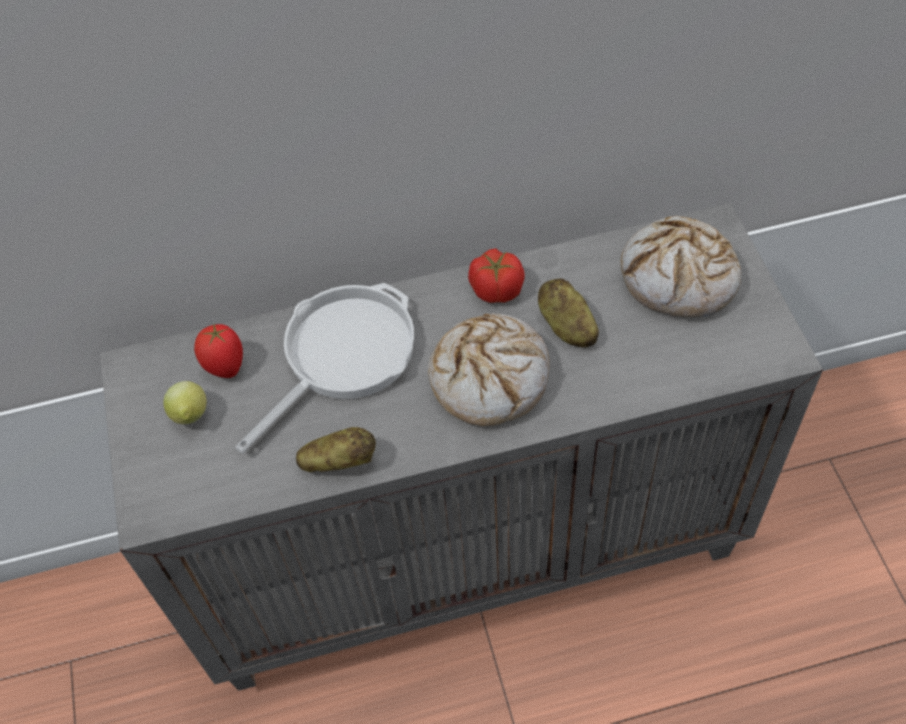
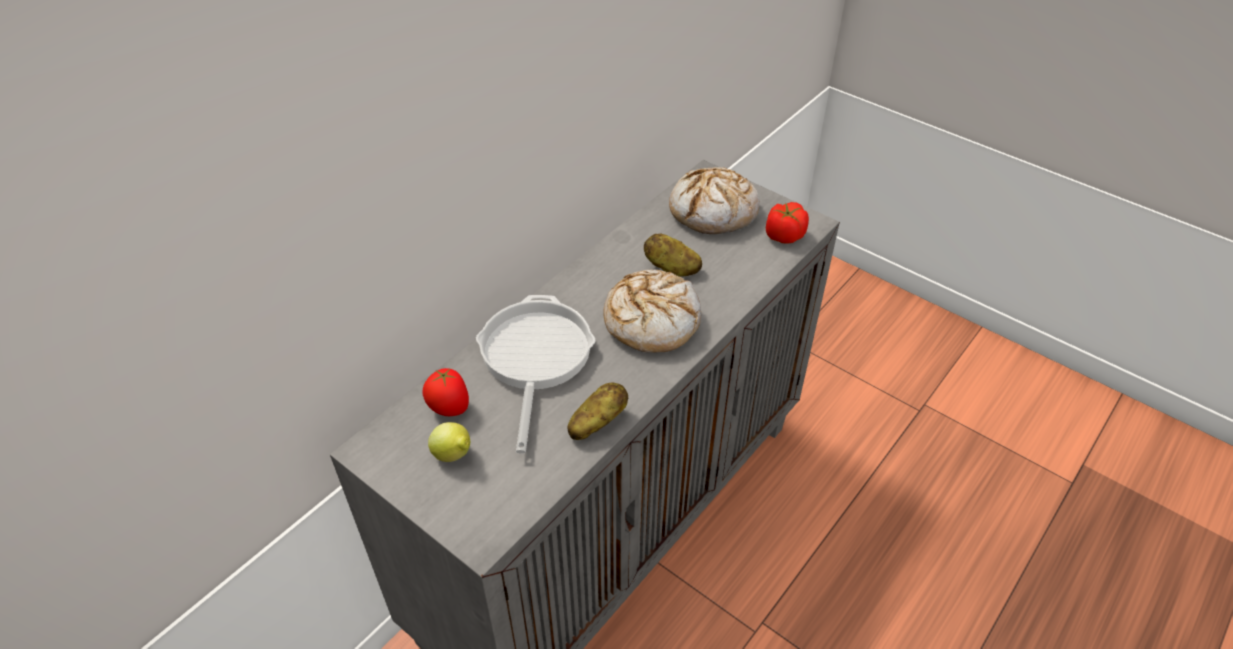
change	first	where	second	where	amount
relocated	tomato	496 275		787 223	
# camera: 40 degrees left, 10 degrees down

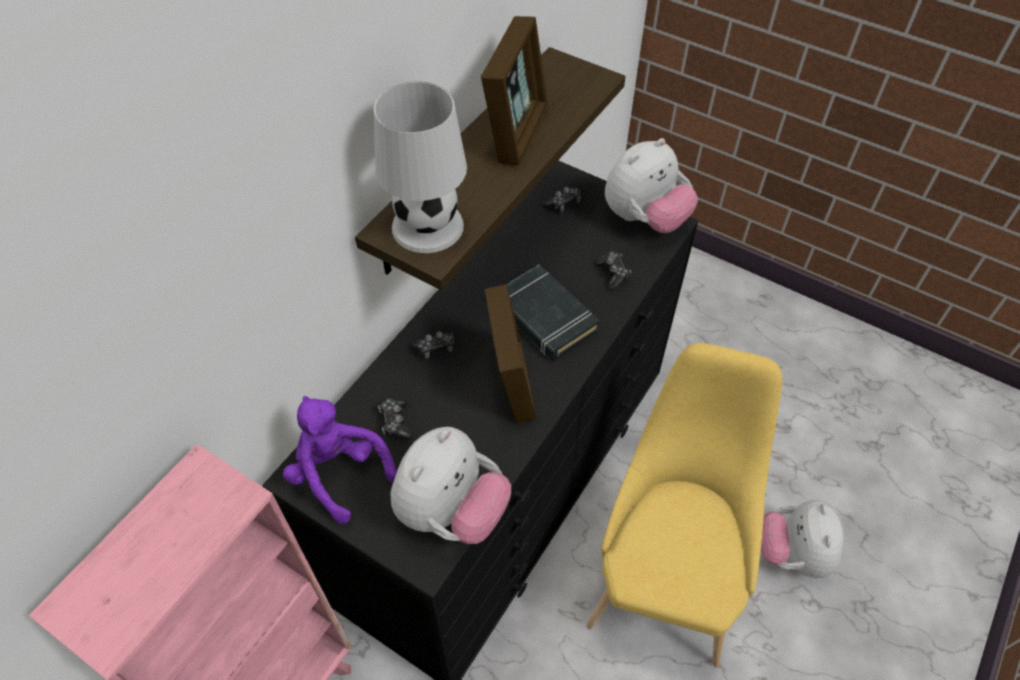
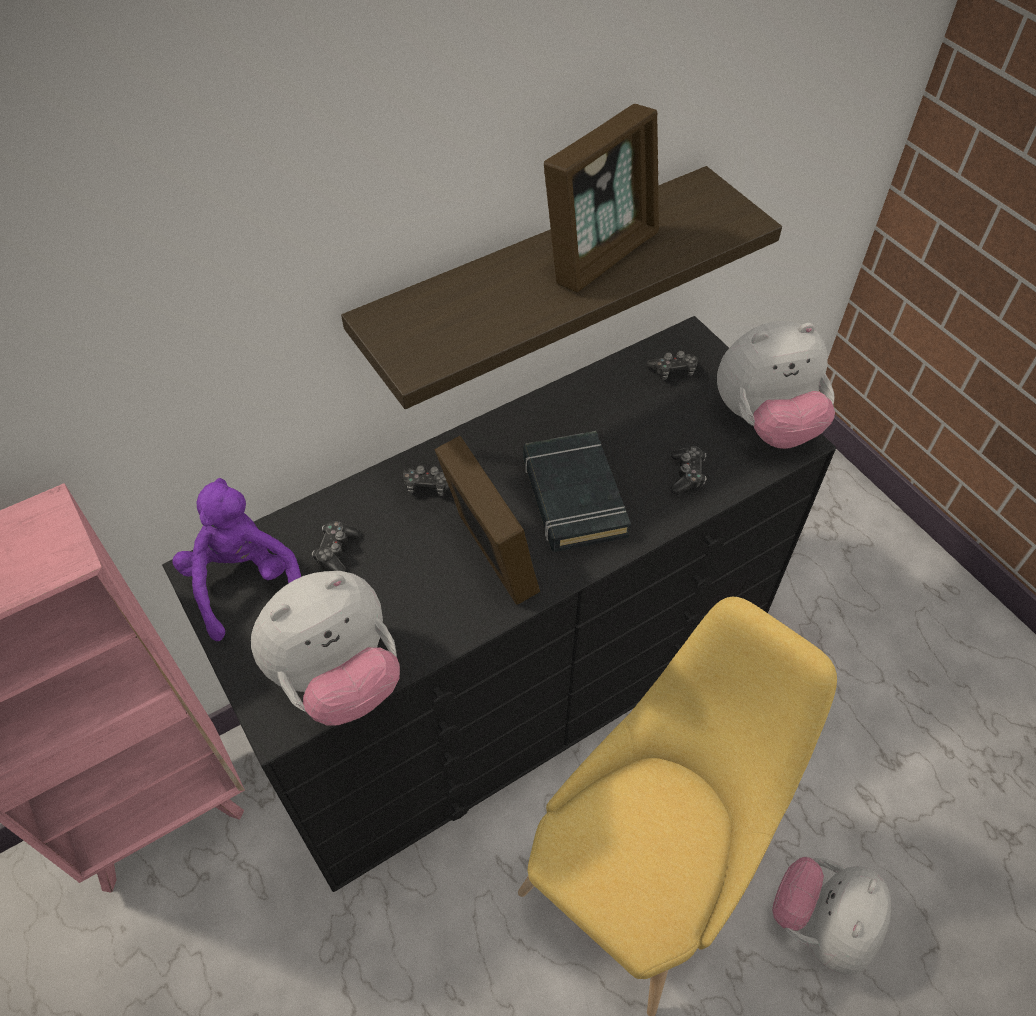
change	first	where	second	where	amount
missing	table lamp/white	420 167			
spun	picture frame	510 353		487 520	45 degrees counterclockwise
# camera: 25 degrees right, 0 degrees up

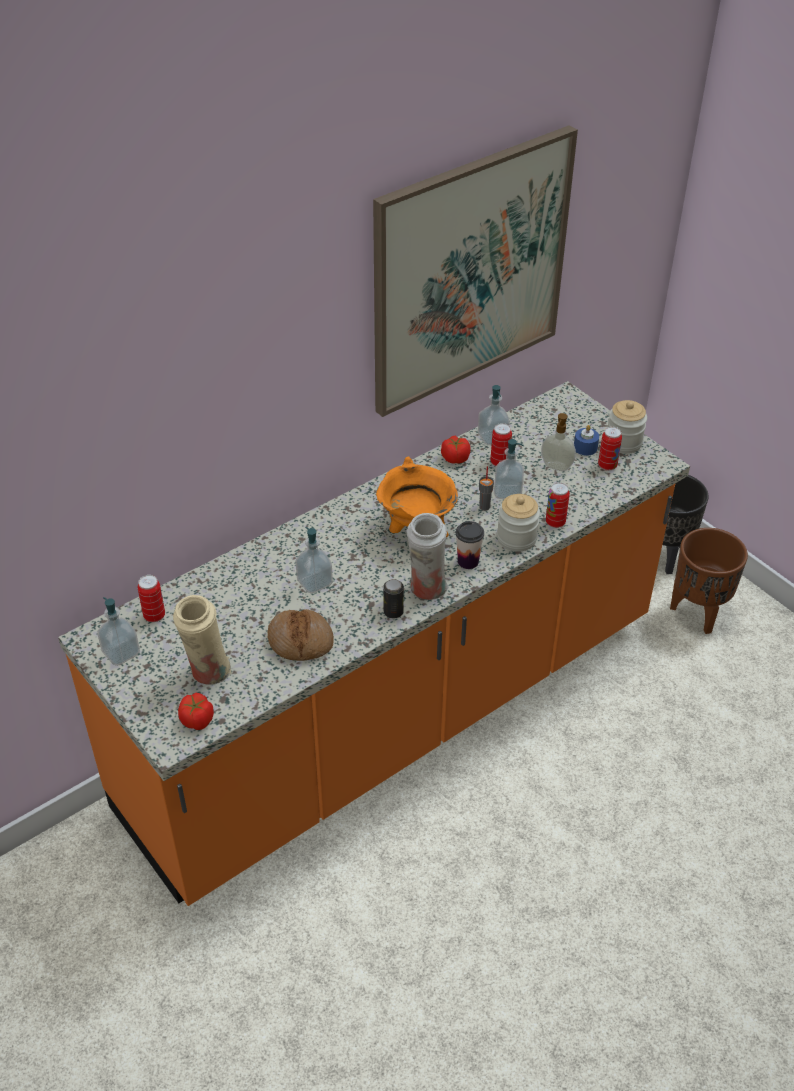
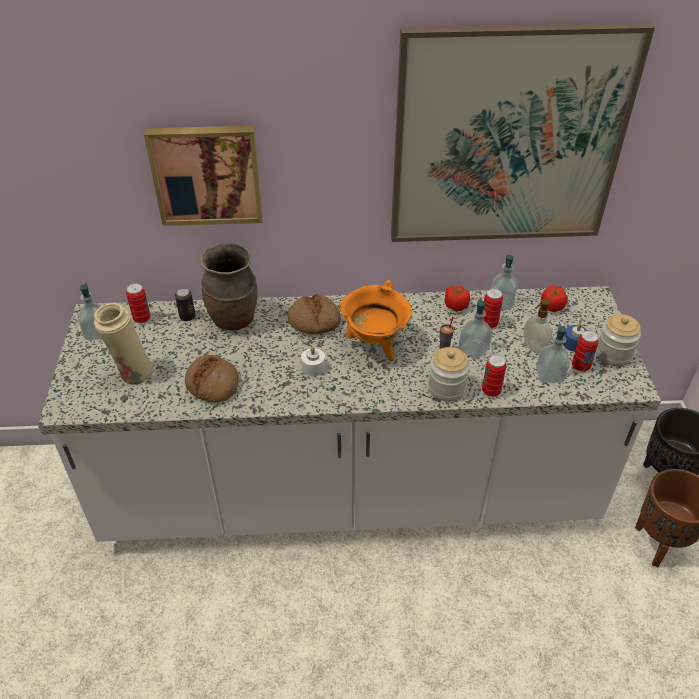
change	first	where	second	where	amount
colour	counter/orange	374 643	counter/white	349 414	
relocated	tomato	196 711		554 298	
relocated	soap dispenser	314 560		553 353	
relocated	can	393 598		185 304	
missing	vase/white	428 556			
missing	cup	470 545			
appeared			picture	203 176	
appeared			vase/brown	228 287	
appeared			bread	314 314	
appeared			candle/white	313 361	
# camera: 35 degrees right, 0 degrees up

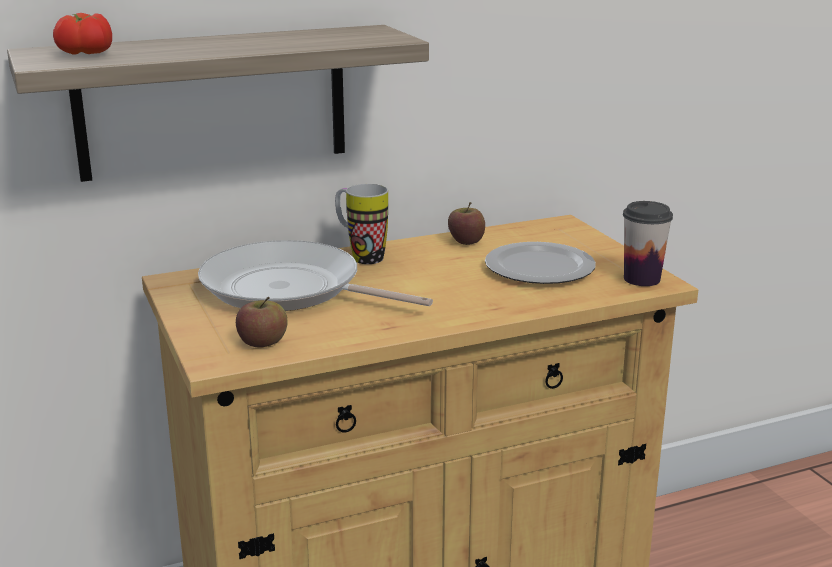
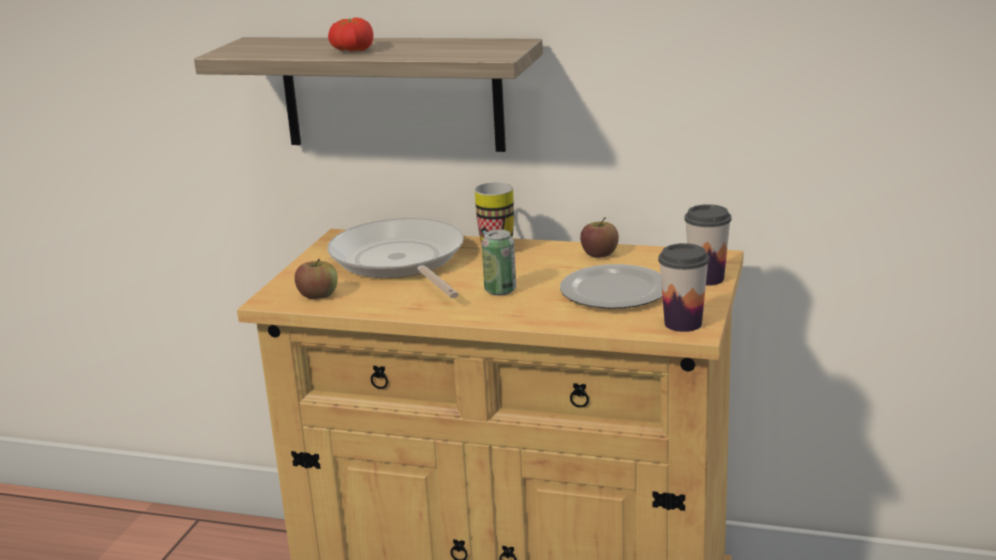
change	first	where	second	where	amount
relocated	tomato	82 33		350 34	
appeared			can	499 262	
appeared			cup	708 245	
# camera: 40 degrees right, 0 degrees up

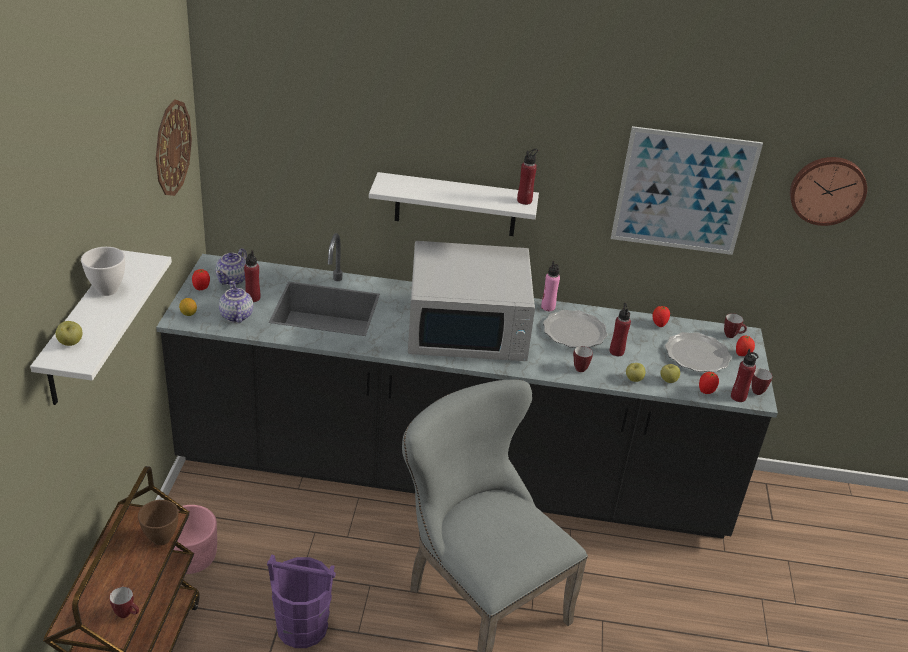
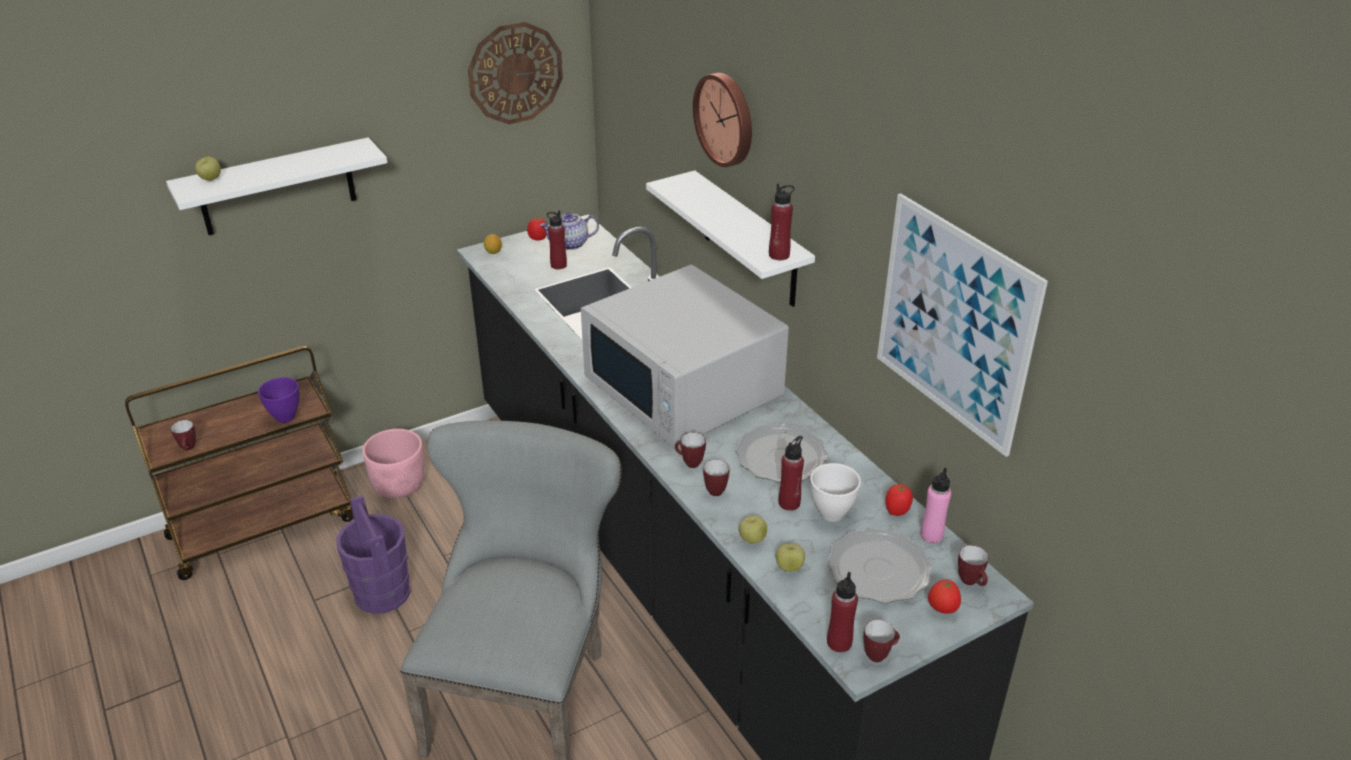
change	first	where	second	where	amount
relocated	bowl/white	103 271		835 492	
colour	bowl/brown	158 523	bowl/purple	278 400	
missing	teapot	236 302			
relocated	bottle/pink	550 286		936 505	
missing	tomato	709 383			
relocated	wall clock	828 191		722 120	
appeared			mug	690 450	
# camera: 55 degrees right, 0 degrees up

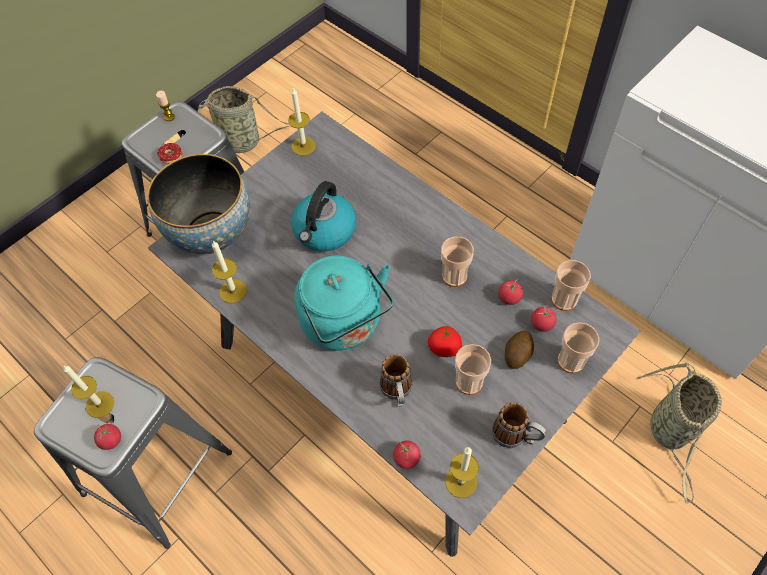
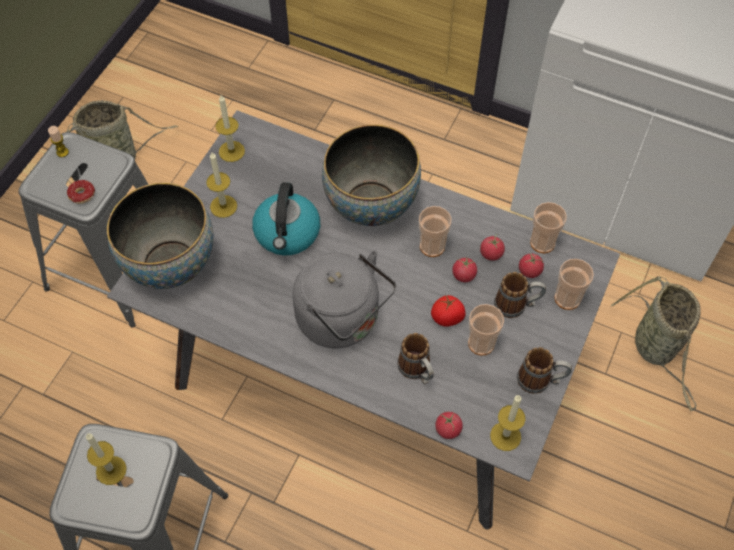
change	first	where	second	where	amount
relocated	tomato	107 437		464 269	
relocated	candle	229 271		221 185	
colour	kettle/turquoise	344 303	kettle/grey	344 299	
exchanged	potato	519 350	mug	520 295	
appeared			bowl	371 175	
# camera: 20 degrees left, 0 degrees up

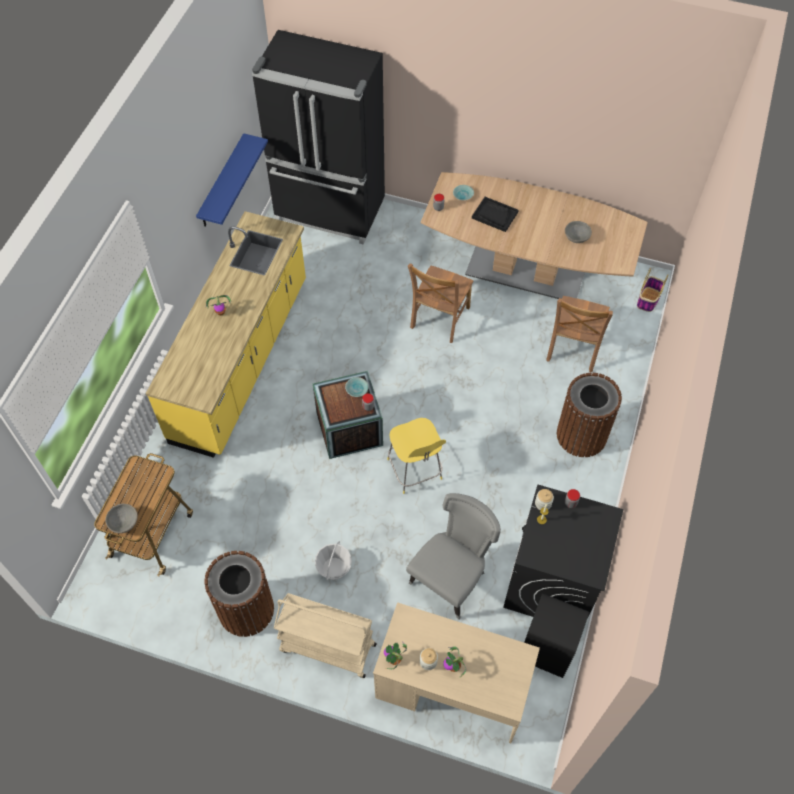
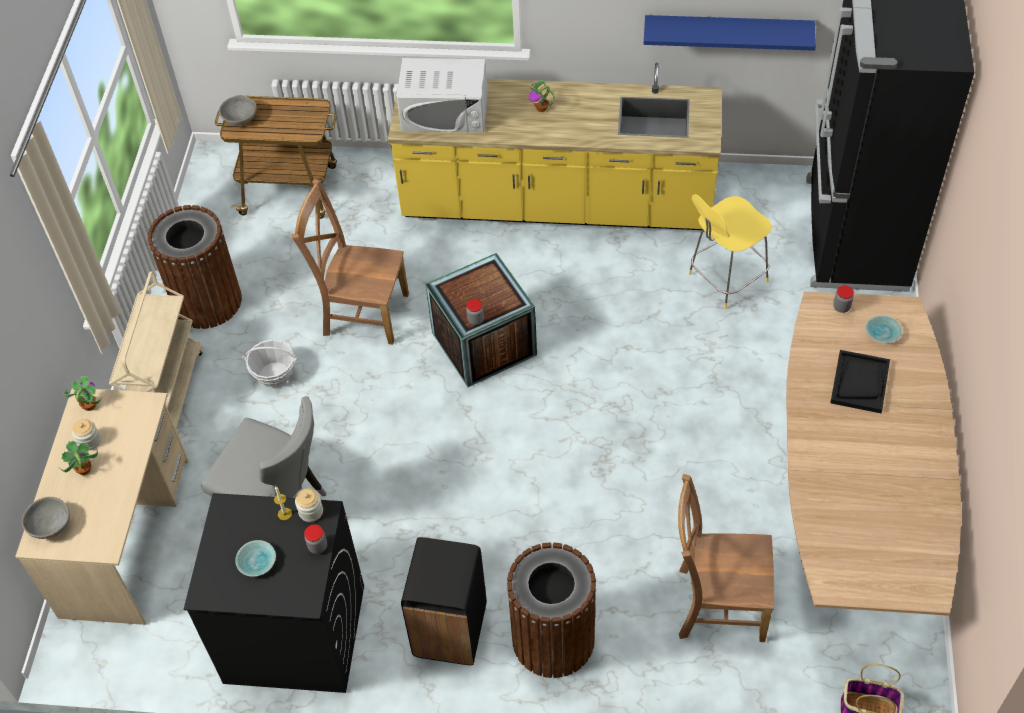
change	first	where	second	where	amount
relocated	bowl/turquoise	356 387		255 558	
relocated	stool/yellow	416 456		730 251	
relocated	chair/brown	441 303		350 262	
relocated	trash can/black	556 635		444 601	
relocated	bowl/grey	578 232		46 518	
appeared			microwave/white	442 95	
# camera: 80 degrees right, 5 degrees down

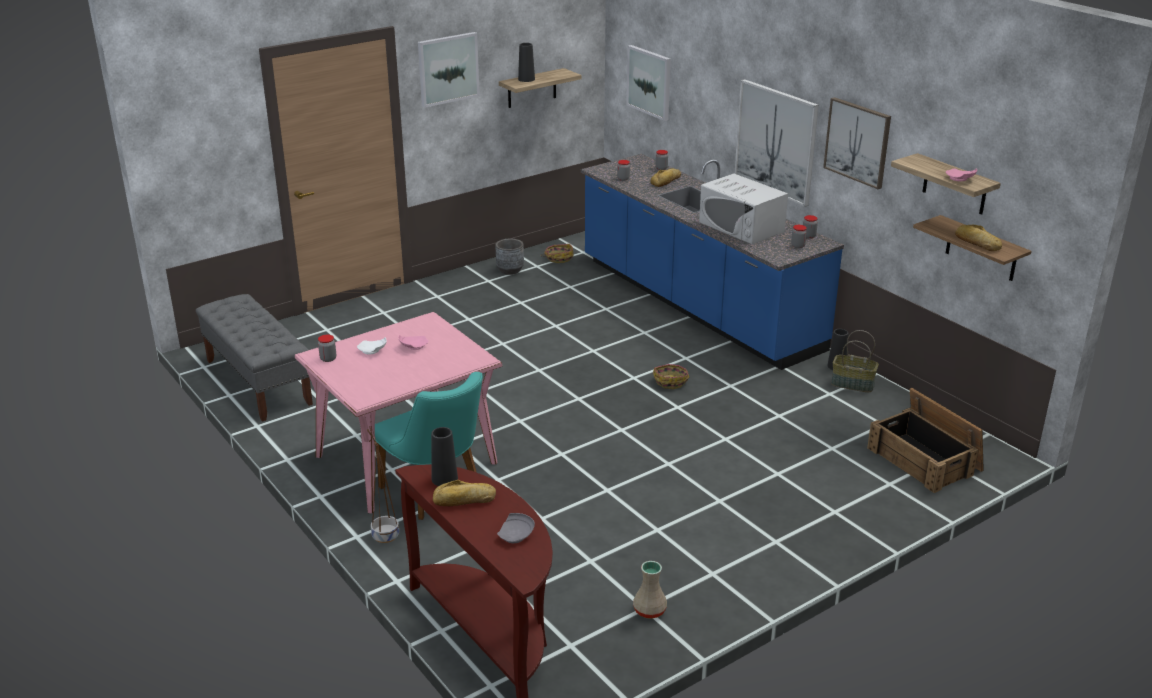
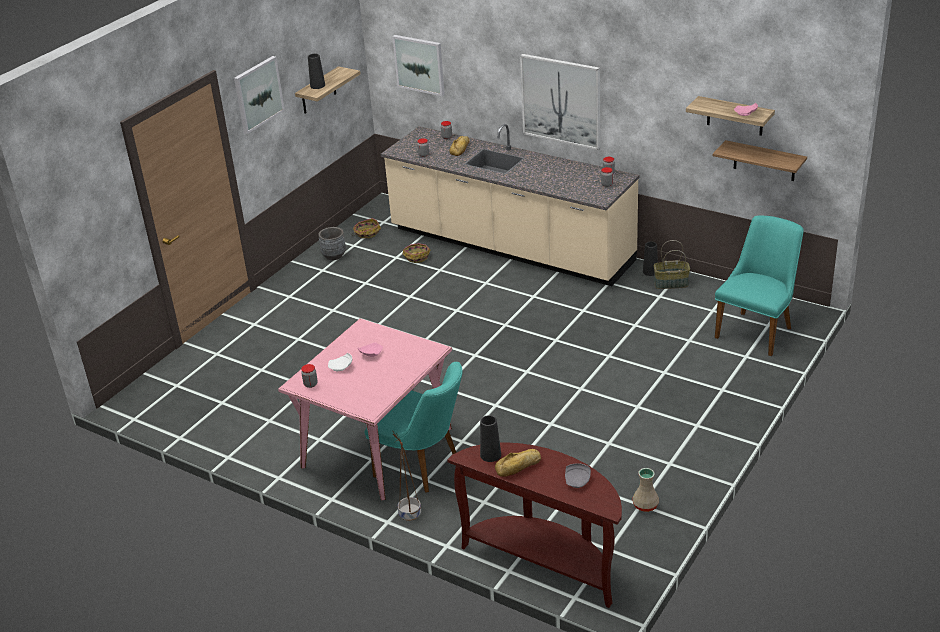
change	first	where	second	where	amount
missing	bench/grey	254 358			
colour	counter/blue	712 262	counter/beige	510 205	
relocated	basket	671 376		417 253	
missing	microwave/white	743 209			
missing	picture	857 143			
exchanged	crate	925 440	chair/turquoise	759 286	
missing	bread	978 238			
# camera: 20 degrees left, 5 degrees up

